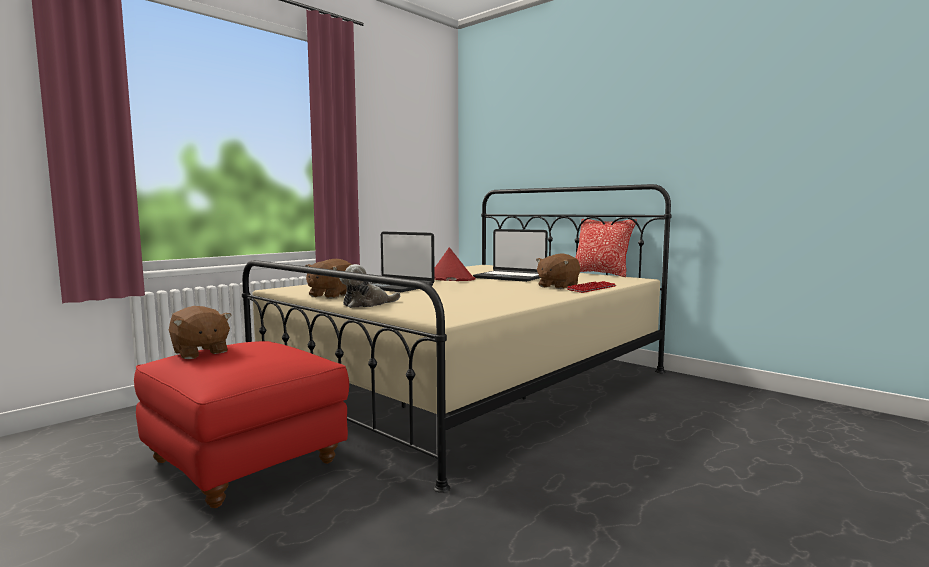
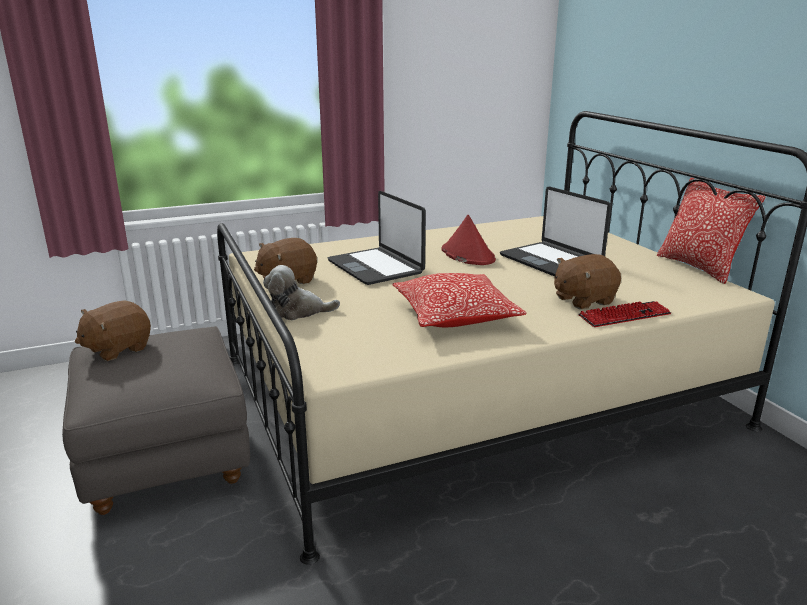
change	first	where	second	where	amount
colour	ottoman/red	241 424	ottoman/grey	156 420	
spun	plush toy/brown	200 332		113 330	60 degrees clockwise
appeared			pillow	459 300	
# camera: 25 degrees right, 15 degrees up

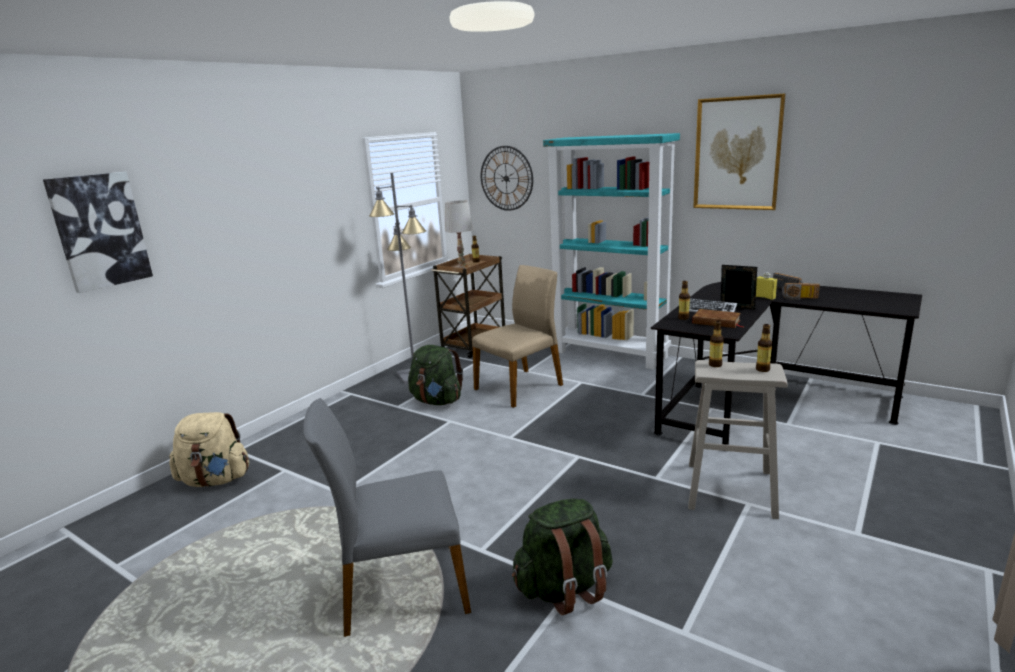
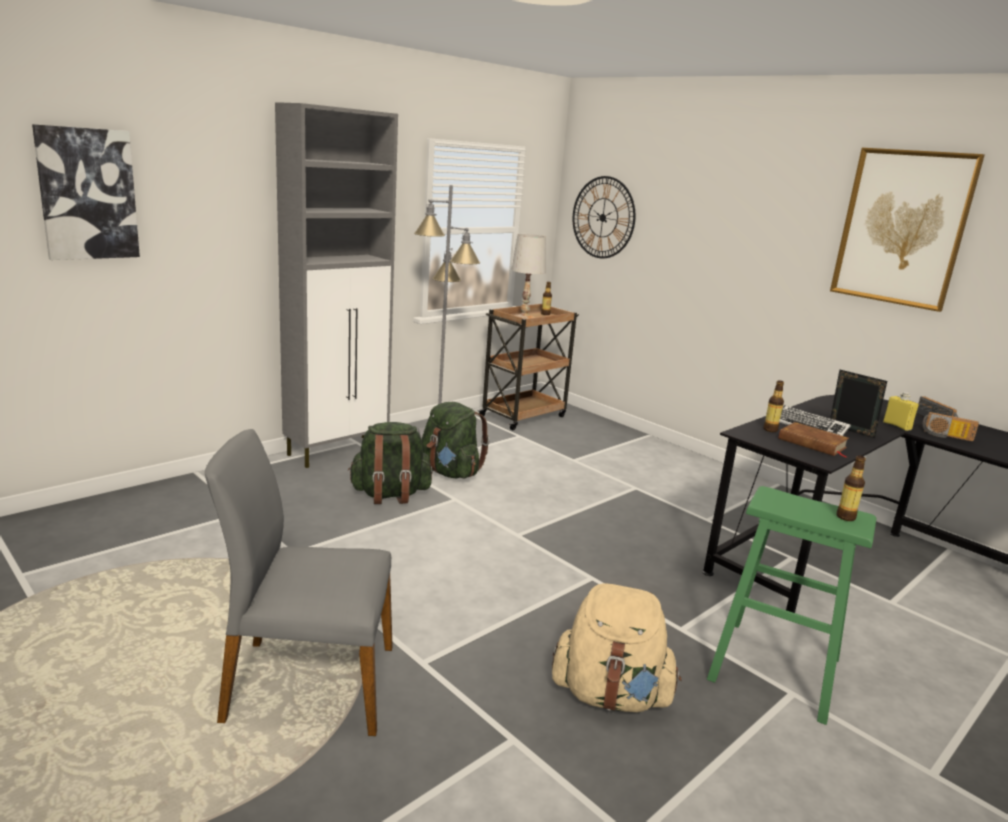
change	first	where	second	where	amount
relocated	backpack/beige	209 449		617 647	
missing	chair/beige	517 336			
relocated	backpack/green	562 557		390 463	
missing	bookcase/turquoise	611 251			
colour	stool/beige	738 439	stool/green	792 605	
missing	bottle	716 344			
appeared			cabinet/grey	336 285	
# camera: 10 degrees right, 0 degrees up

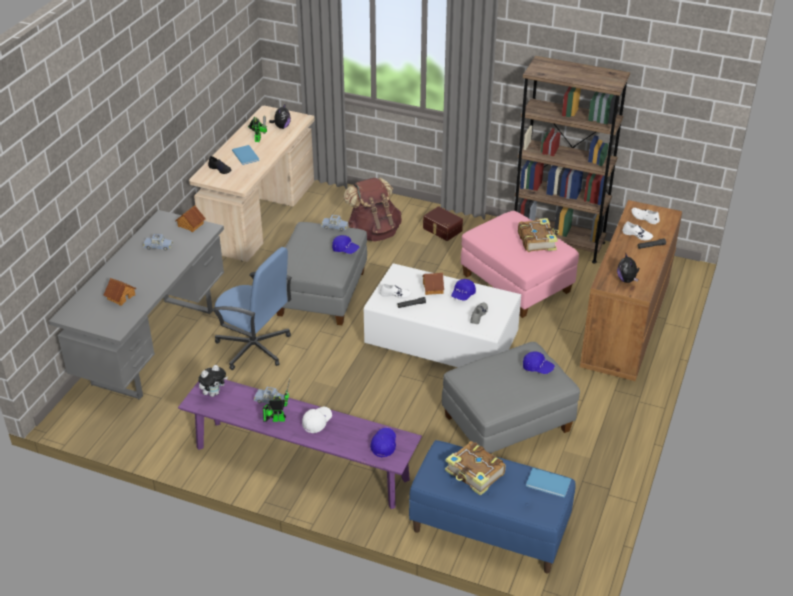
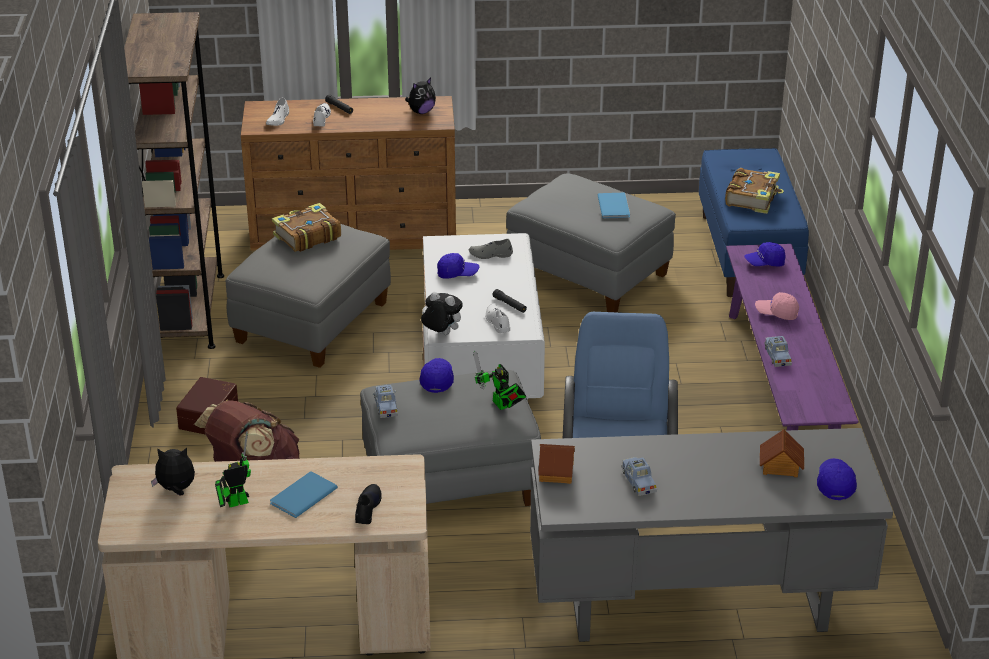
change	first	where	second	where	amount
relocated	plush toy	213 381		442 313	
relocated	toy robot	276 400		499 380	
colour	cap/white	317 420	cap/pink	777 306	
missing	toy house	433 284			
colour	ottoman/pink	520 264	ottoman/grey	308 296	
relocated	cap/blue	539 362		837 479	
relocated	book/blue	548 482		614 206	
# camera: 115 degrees left, 5 degrees down

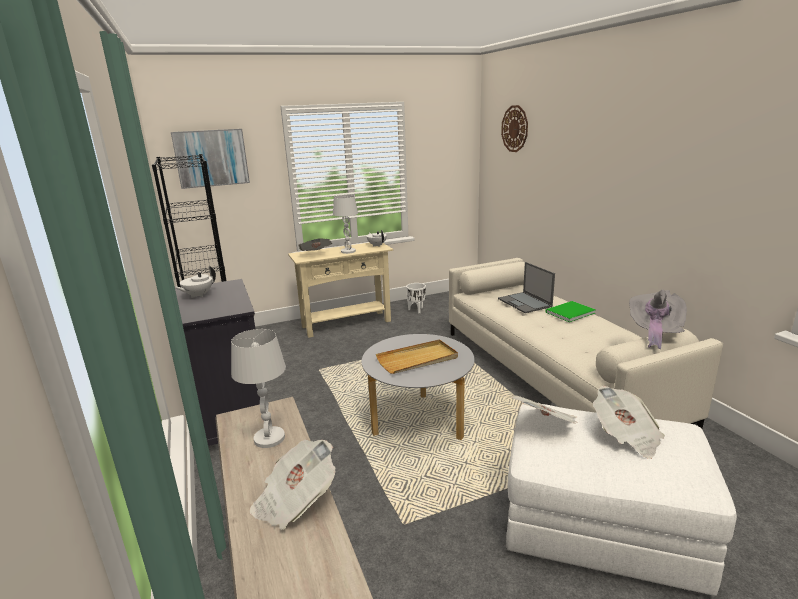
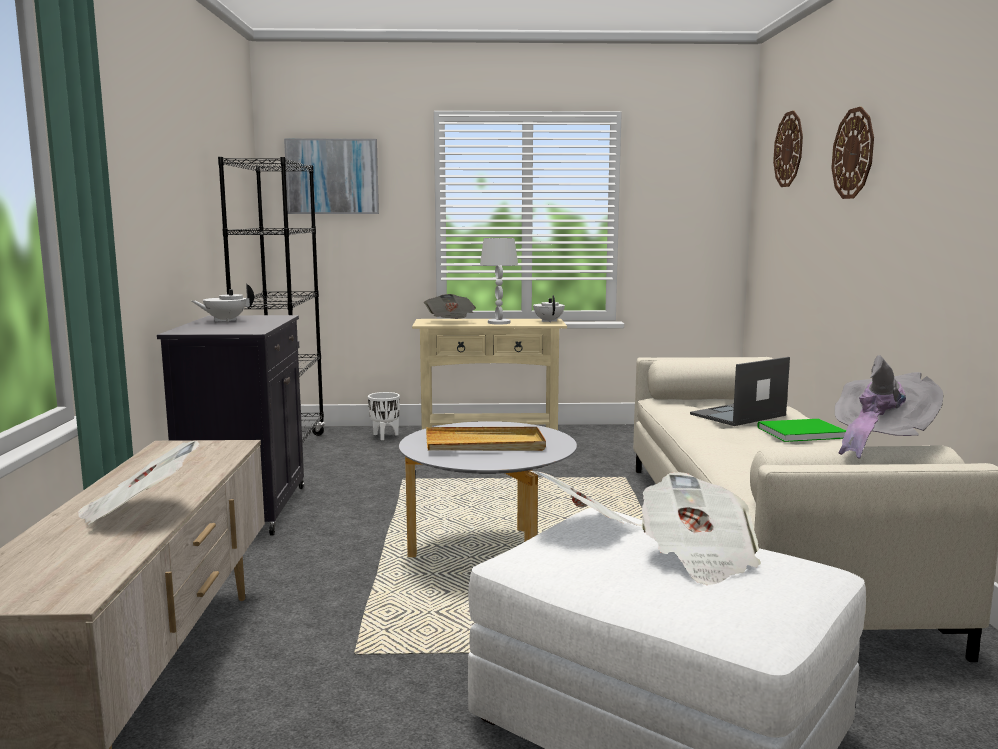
change	first	where	second	where	amount
missing	table lamp/white	258 388			
relocated	planter/white	416 298		384 416	
spun	laptop	526 287		740 391	60 degrees clockwise
appeared			wall clock	852 153	
# camera: 20 degrees right, 10 degrees down

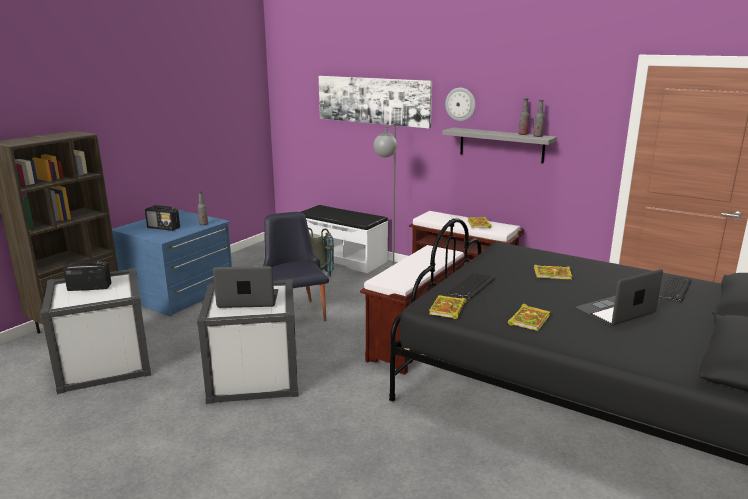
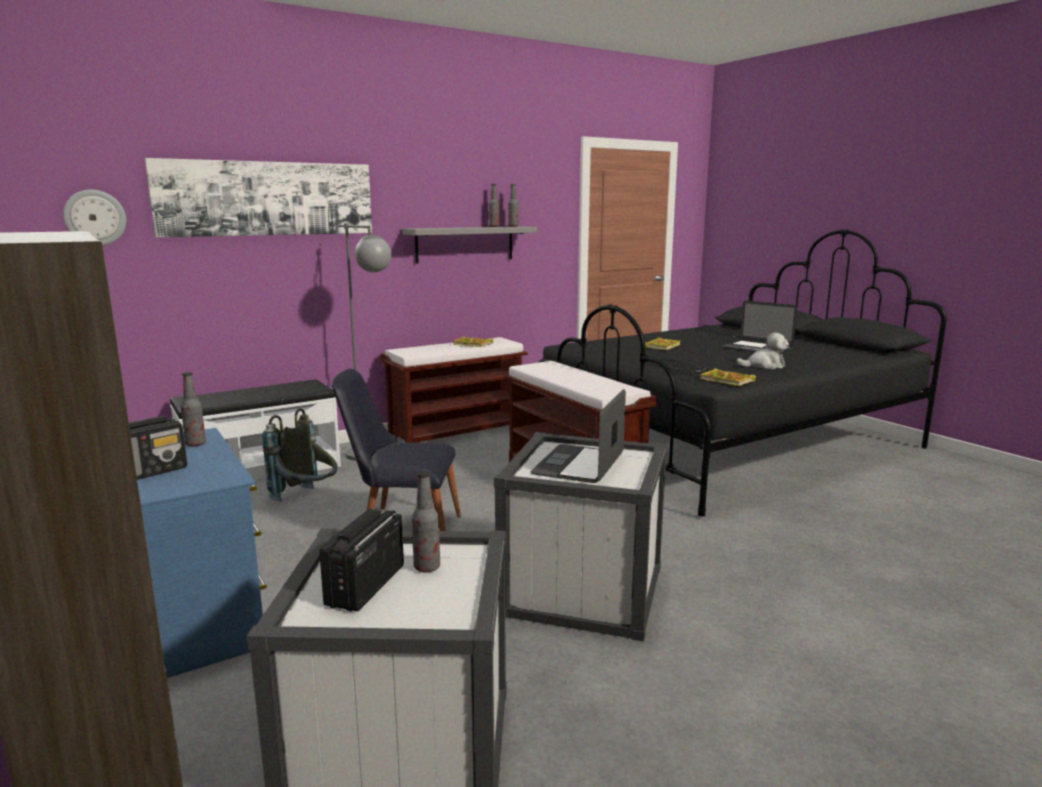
change	first	where	second	where	amount
relocated	wall clock	460 104		94 217	
exchanged	book	529 317	plush toy	762 351	
spun	laptop	619 297		759 326	45 degrees counterclockwise
appeared			bottle	426 521	
# camera: 65 degrees left, 5 degrees down

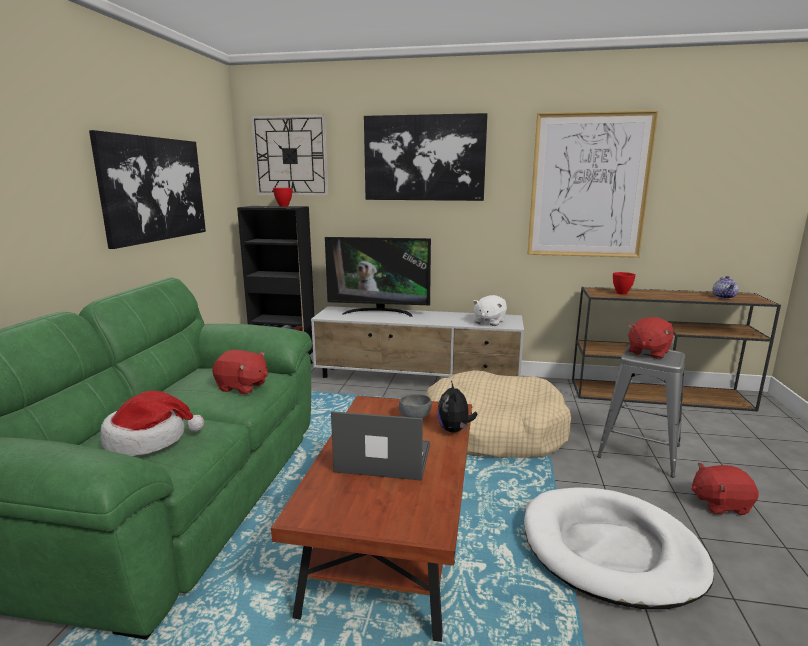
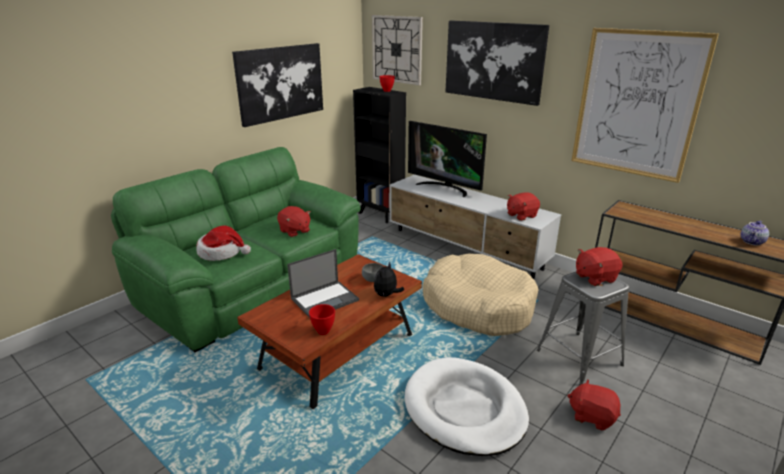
change	first	where	second	where	amount
spun	laptop	380 446		323 283	105 degrees clockwise
colour	plush toy/white	490 310	plush toy/red	523 206	
relocated	bowl/red	624 283		322 319	
# camera: 30 degrees right, 10 degrees up

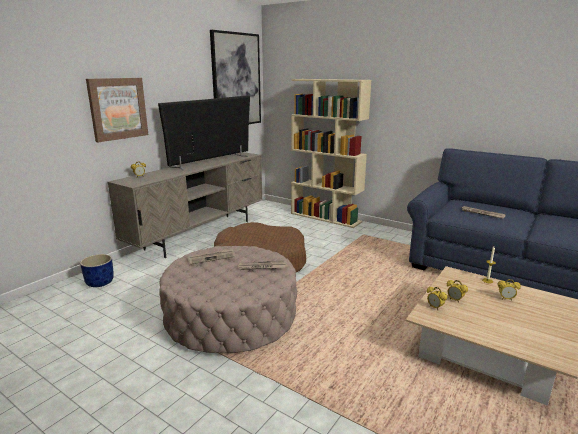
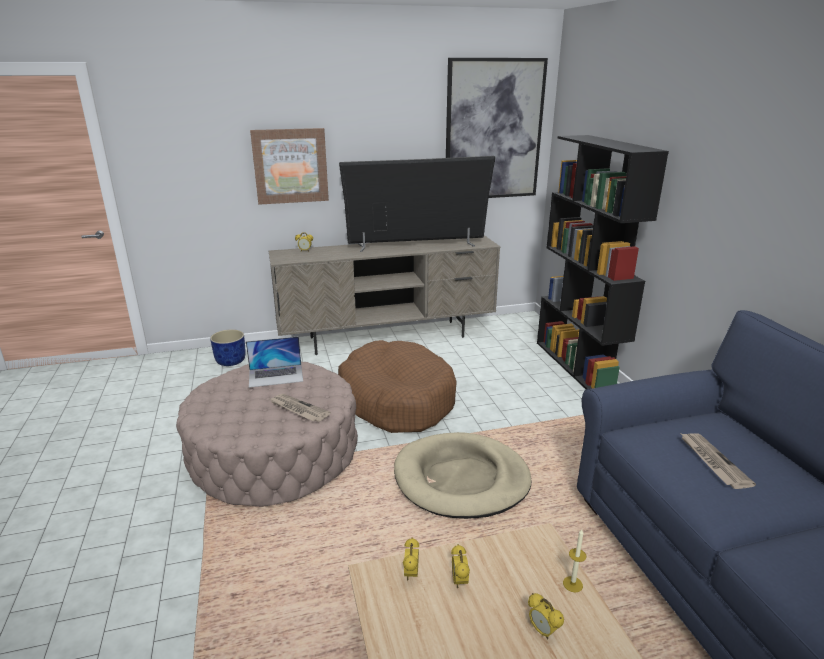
change	first	where	second	where	amount
exchanged	newspaper	211 256	laptop	274 362	
colour	bookcase/beige	331 153	bookcase/black	603 262	
appeared			dog bed/beige	462 475	
# camera: 40 degrees right, 5 degrees up

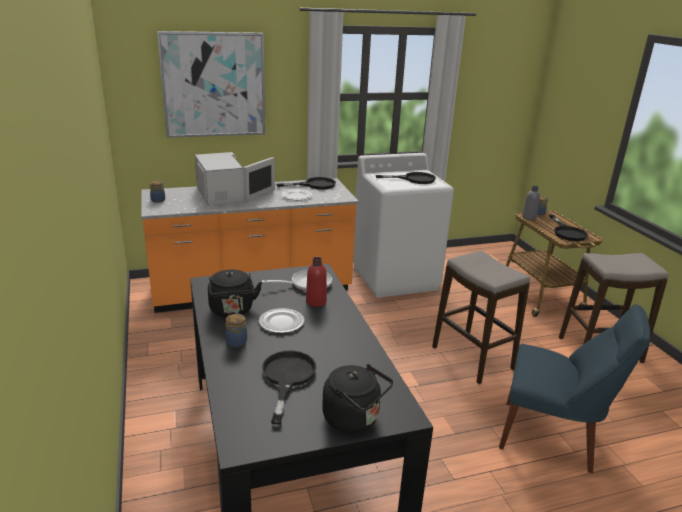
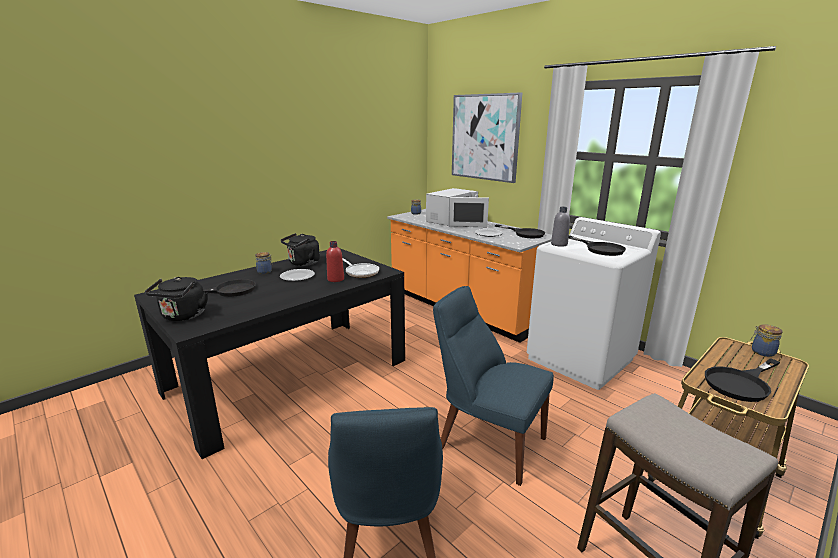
change	first	where	second	where	amount
exchanged	stool	481 317	chair/blue	493 386	
relocated	bottle/grey	531 203		560 227	
# camera: 65 degrees right, 5 degrees down

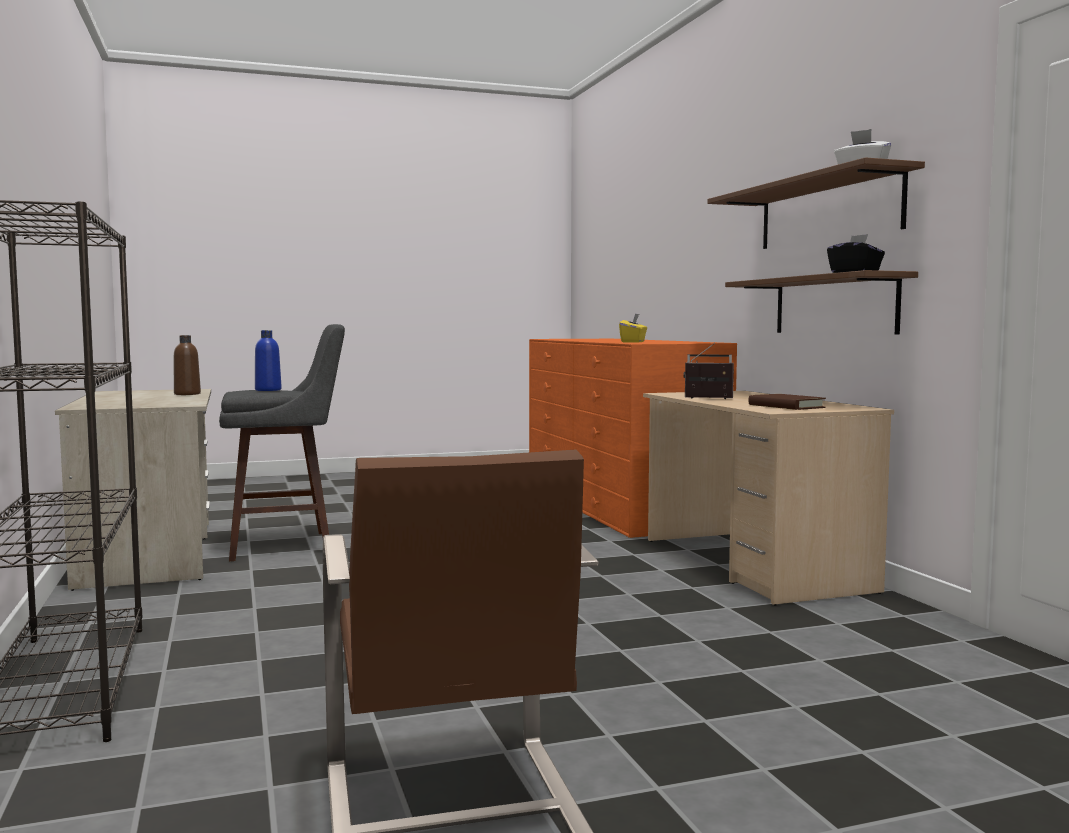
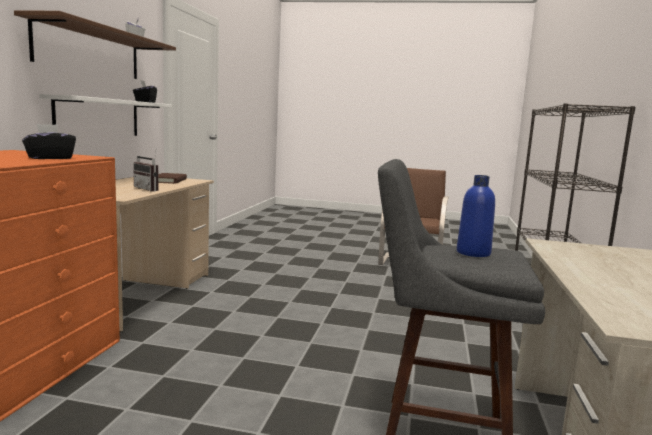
change	first	where	second	where	amount
missing	bottle/brown	187 365			
colour	tissue box/yellow	633 327	tissue box/black	49 141	
colour	shelf/brown	821 302	shelf/white	105 115	
# camera: 150 degrees left, 5 degrees up

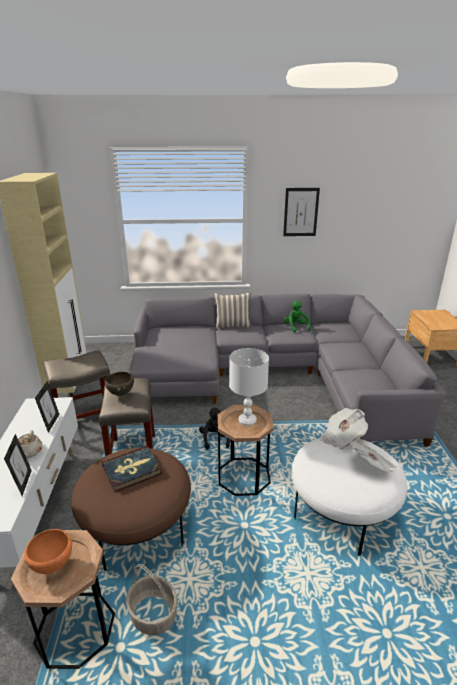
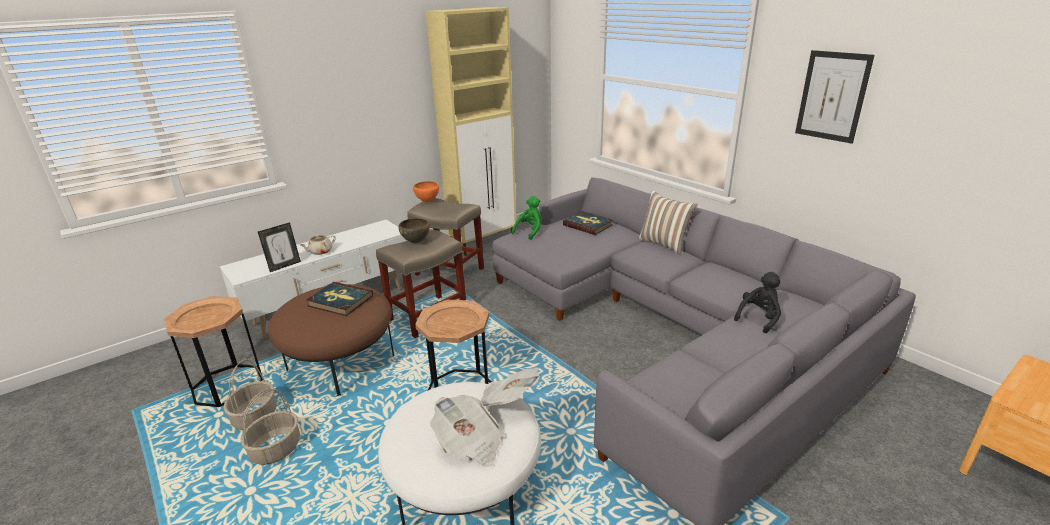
change	first	where	second	where	amount
relocated	bowl/orange	48 551		426 191	
missing	picture frame	47 407			
relocated	plush toy/black	215 429		757 302	
missing	table lamp/white	249 387			
relocated	plush toy/green	297 317		526 218	
appeared			basket	270 427	
appeared			book	588 223	
# camera: 55 degrees right, 0 degrees up

